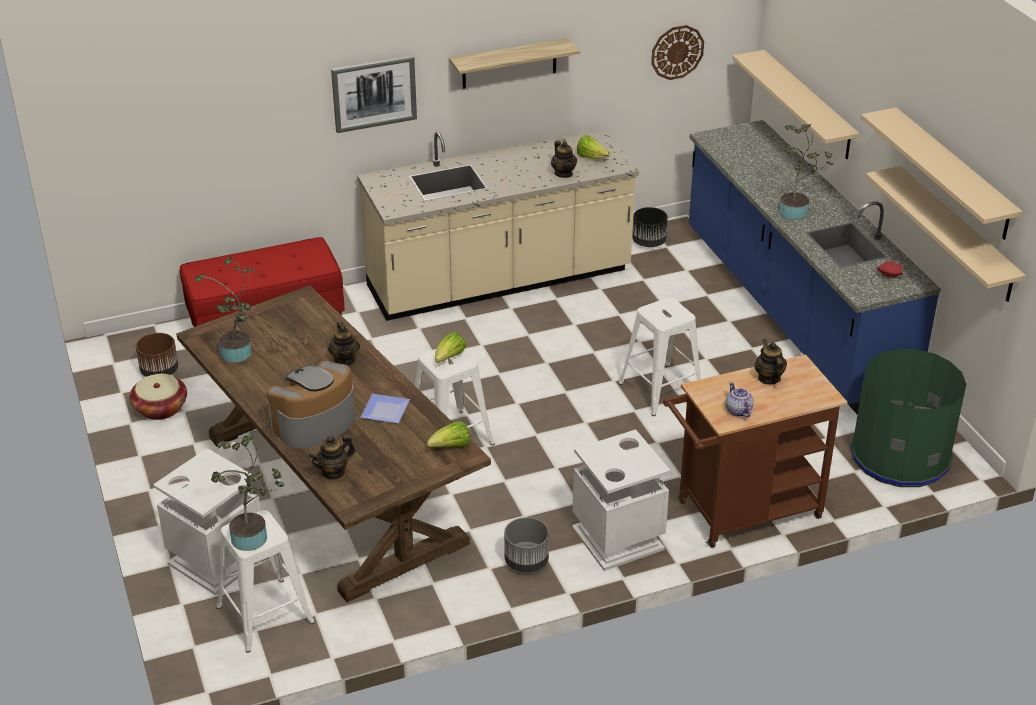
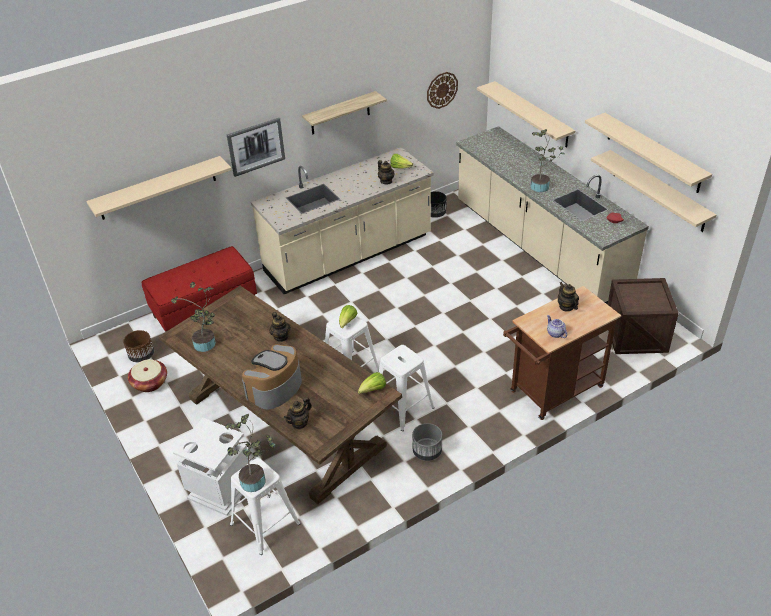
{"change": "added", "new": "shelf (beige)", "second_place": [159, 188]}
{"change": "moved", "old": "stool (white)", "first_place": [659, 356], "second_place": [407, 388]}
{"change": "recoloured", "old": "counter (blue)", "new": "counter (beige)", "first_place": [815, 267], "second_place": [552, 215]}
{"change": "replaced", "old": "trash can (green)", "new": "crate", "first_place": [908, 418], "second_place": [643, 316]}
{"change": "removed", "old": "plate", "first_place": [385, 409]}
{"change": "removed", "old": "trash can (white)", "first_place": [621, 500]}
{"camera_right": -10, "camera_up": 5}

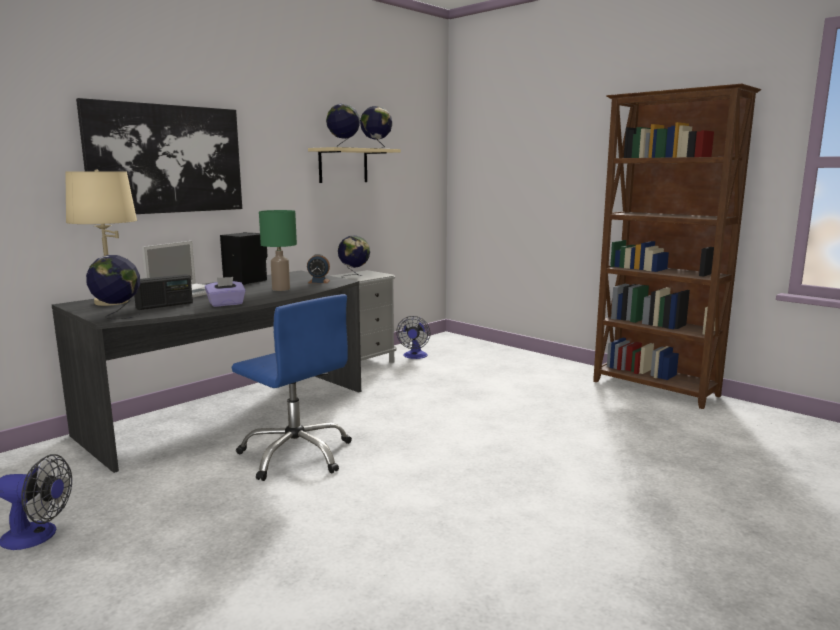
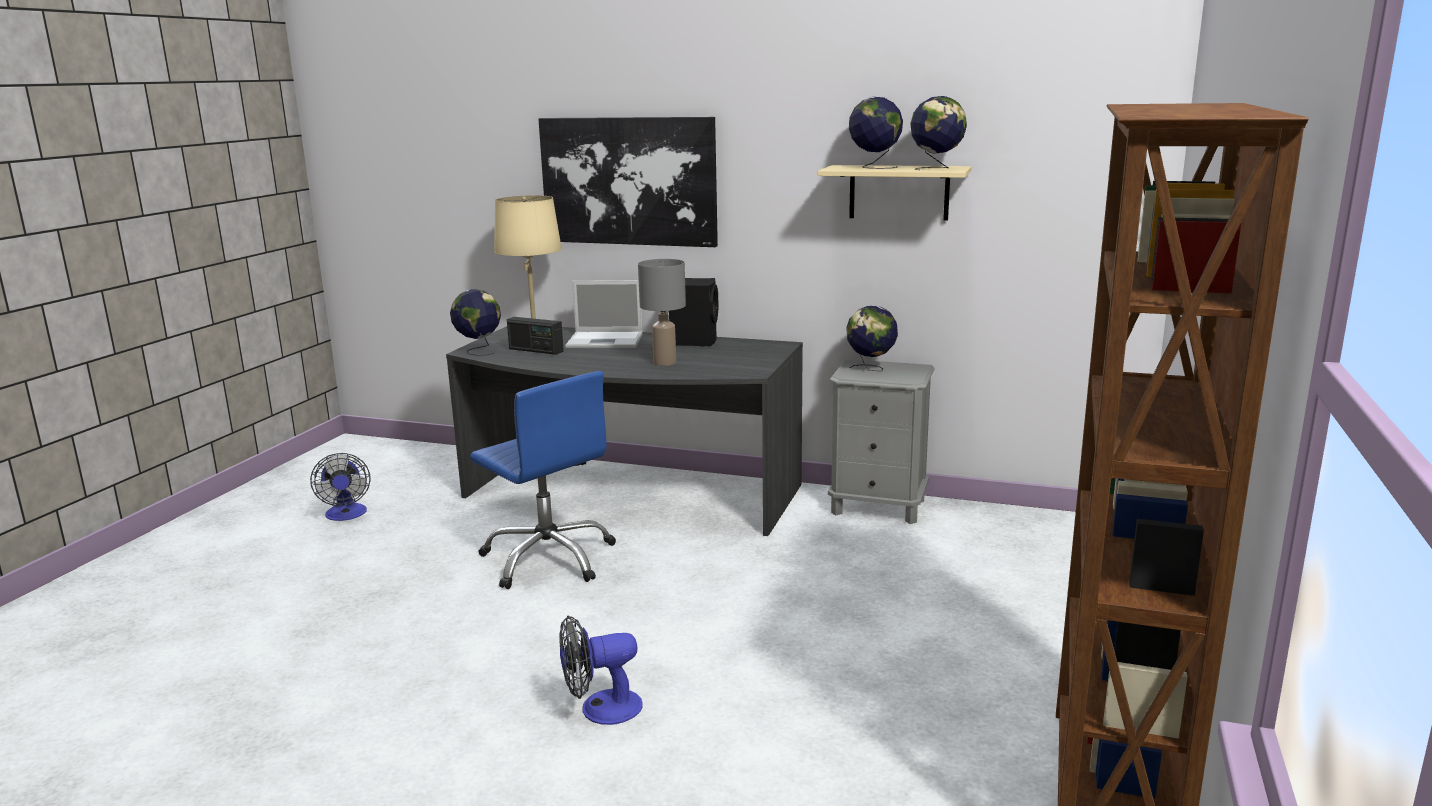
{"change": "turned", "old": "office chair (blue)", "first_place": [292, 387], "second_place": [543, 480], "degrees": -60}
{"change": "moved", "old": "fan", "first_place": [413, 337], "second_place": [601, 670]}
{"change": "recoloured", "old": "table lamp (green)", "new": "table lamp (grey)", "first_place": [278, 250], "second_place": [662, 312]}
{"change": "removed", "old": "tissue box (purple)", "first_place": [225, 292]}
{"change": "removed", "old": "alarm clock", "first_place": [318, 268]}
{"camera_right": 65, "camera_up": 5}

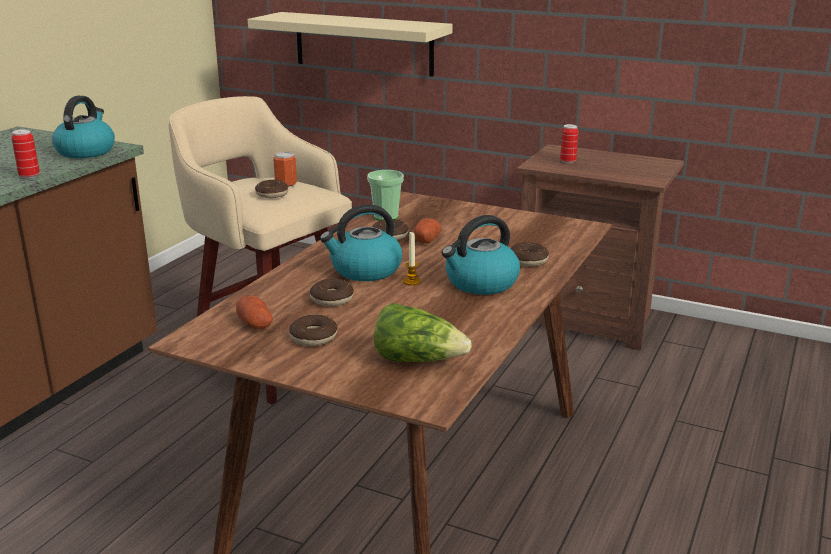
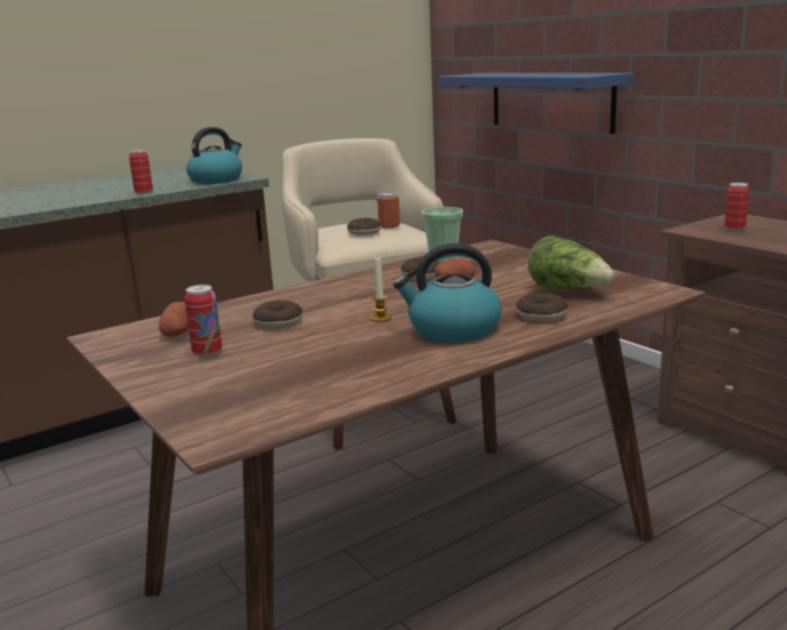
{"change": "replaced", "old": "donut", "new": "can", "first_place": [313, 330], "second_place": [203, 321]}
{"change": "recoloured", "old": "shelf (beige)", "new": "shelf (blue)", "first_place": [350, 44], "second_place": [536, 103]}
{"change": "moved", "old": "lettuce", "first_place": [423, 332], "second_place": [571, 262]}
{"change": "removed", "old": "kettle", "first_place": [361, 242]}
{"camera_right": 30, "camera_up": -5}

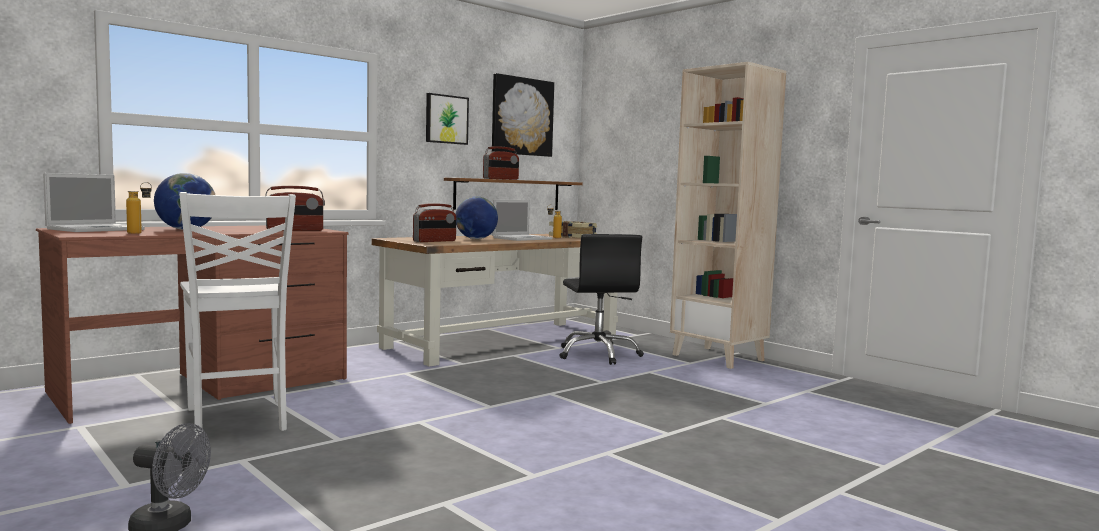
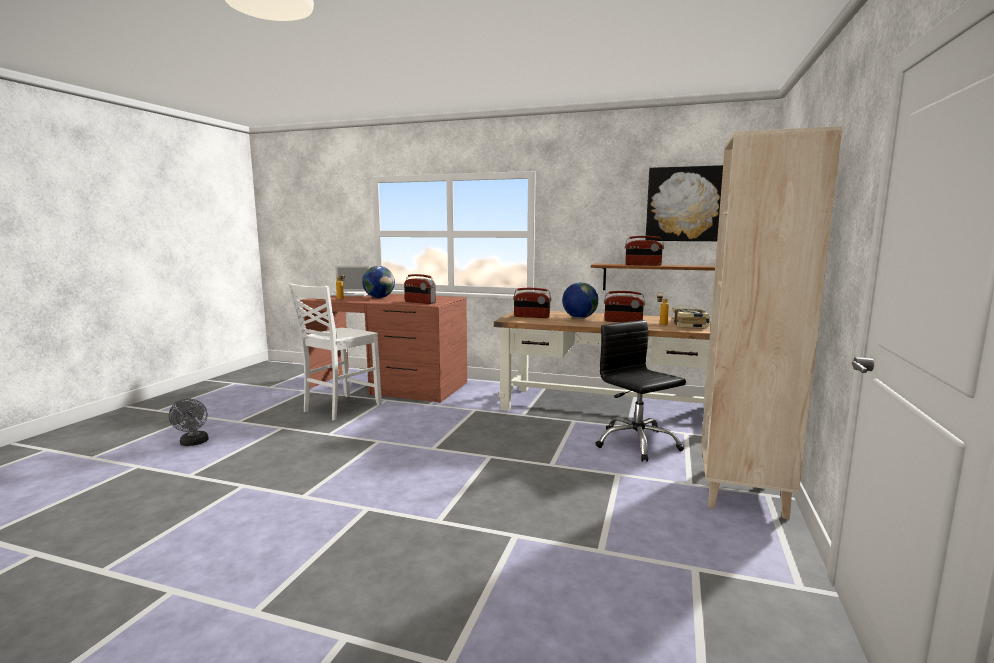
{"change": "turned", "old": "office chair (black)", "first_place": [601, 299], "second_place": [640, 391], "degrees": 105}
{"change": "replaced", "old": "laptop", "new": "radio", "first_place": [522, 220], "second_place": [624, 306]}
{"change": "removed", "old": "picture", "first_place": [447, 119]}
{"camera_right": 60, "camera_up": 5}

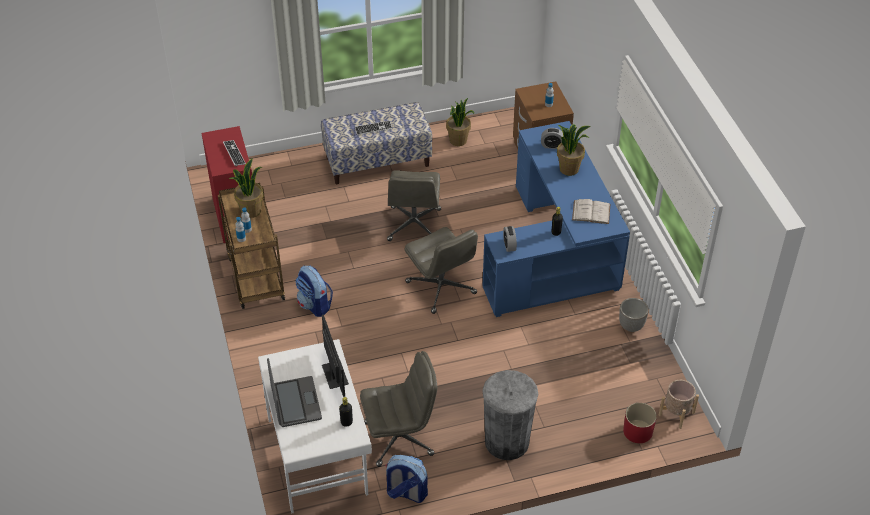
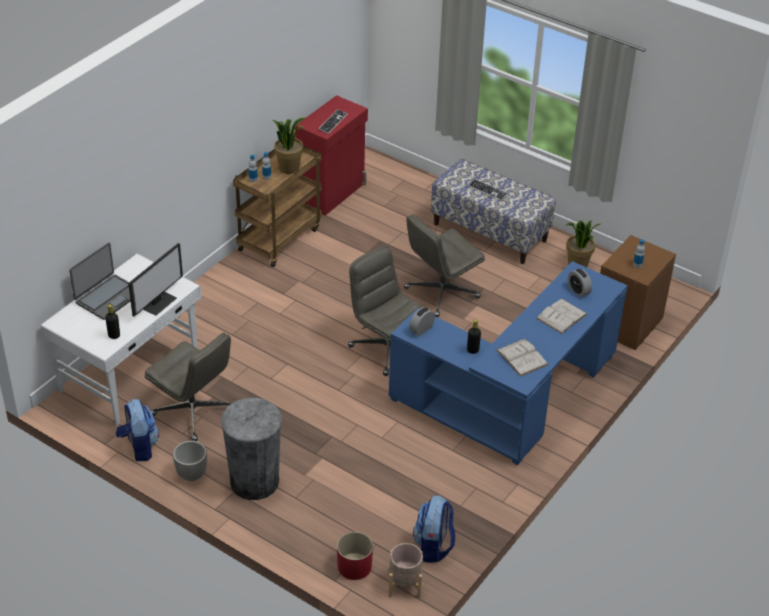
{"change": "moved", "old": "planter", "first_place": [634, 315], "second_place": [190, 461]}
{"change": "turned", "old": "office chair (grey)", "first_place": [441, 270], "second_place": [385, 311], "degrees": 120}
{"change": "moved", "old": "backpack", "first_place": [314, 291], "second_place": [434, 529]}
{"change": "replaced", "old": "potted plant", "new": "book (white)", "first_place": [574, 150], "second_place": [561, 316]}
{"camera_right": 50, "camera_up": -5}

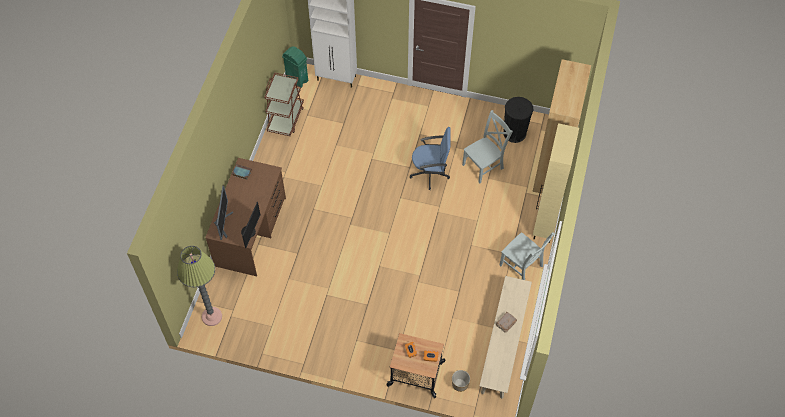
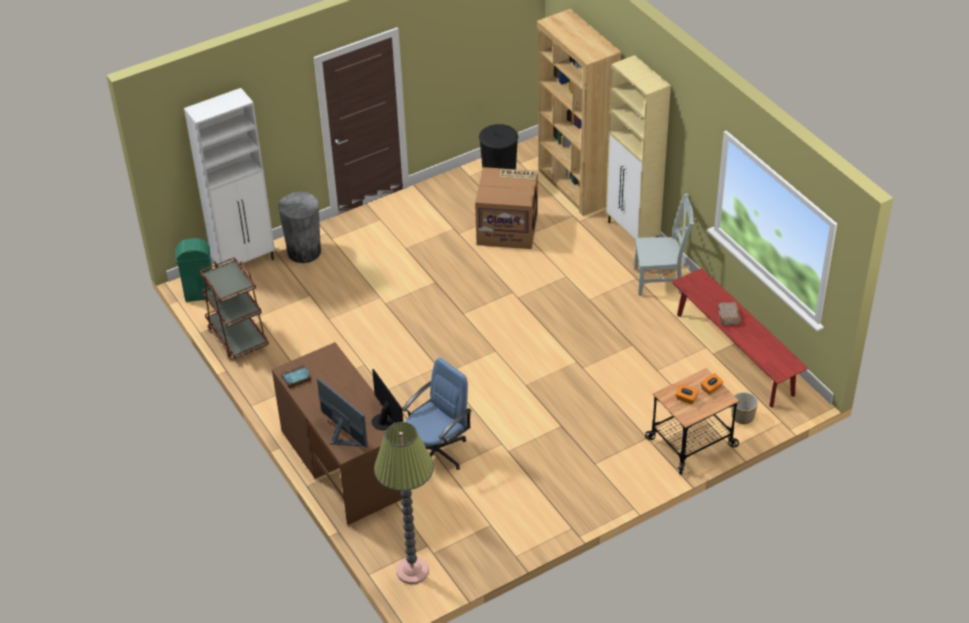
{"change": "added", "new": "trash can (grey)", "second_place": [299, 227]}
{"change": "moved", "old": "office chair (blue)", "first_place": [430, 158], "second_place": [437, 413]}
{"change": "replaced", "old": "chair (grey)", "new": "cardboard box", "first_place": [487, 147], "second_place": [506, 208]}
{"change": "recoloured", "old": "bench (beige)", "new": "bench (red)", "first_place": [505, 337], "second_place": [740, 338]}
{"camera_right": -45, "camera_up": -15}

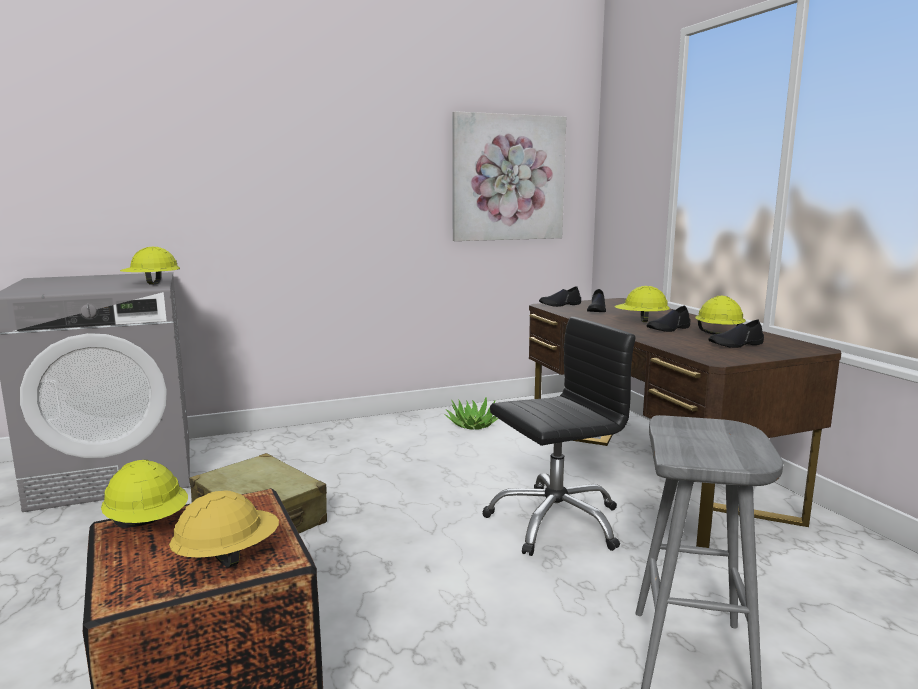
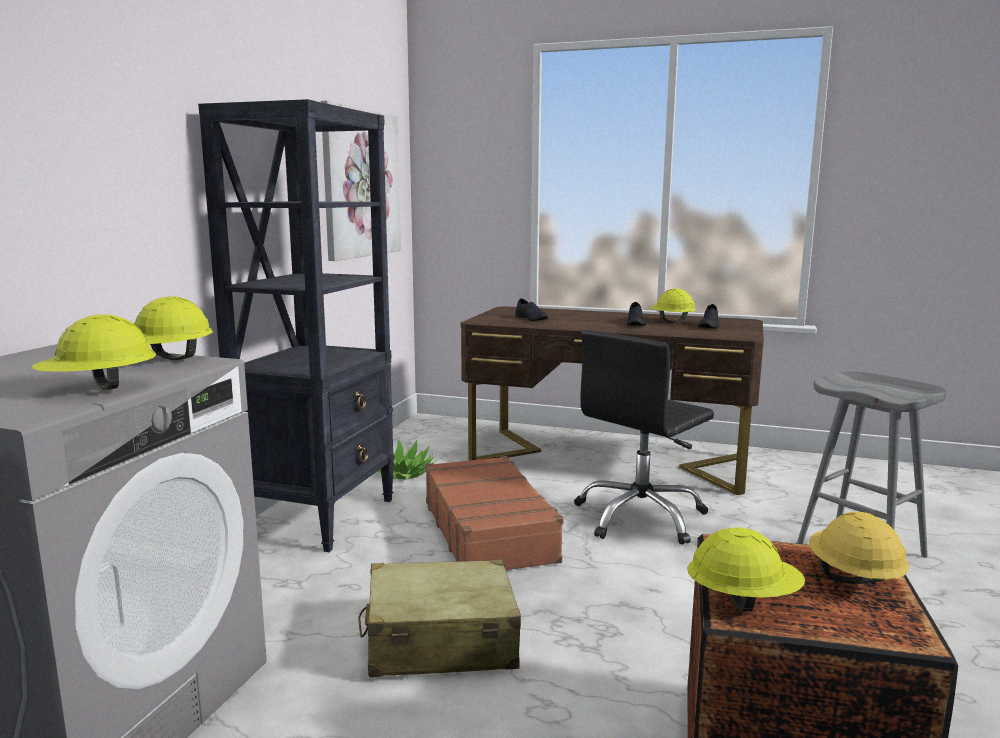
{"change": "moved", "old": "hard hat (yellow)", "first_place": [642, 304], "second_place": [94, 352]}
{"change": "added", "new": "bookcase (black)", "second_place": [296, 325]}
{"change": "added", "new": "suitcase (brown)", "second_place": [494, 513]}
{"change": "turned", "old": "office chair (black)", "first_place": [558, 436], "second_place": [644, 437], "degrees": -150}
{"change": "removed", "old": "shoe (black)", "first_place": [560, 296]}
{"camera_right": -50, "camera_up": 0}

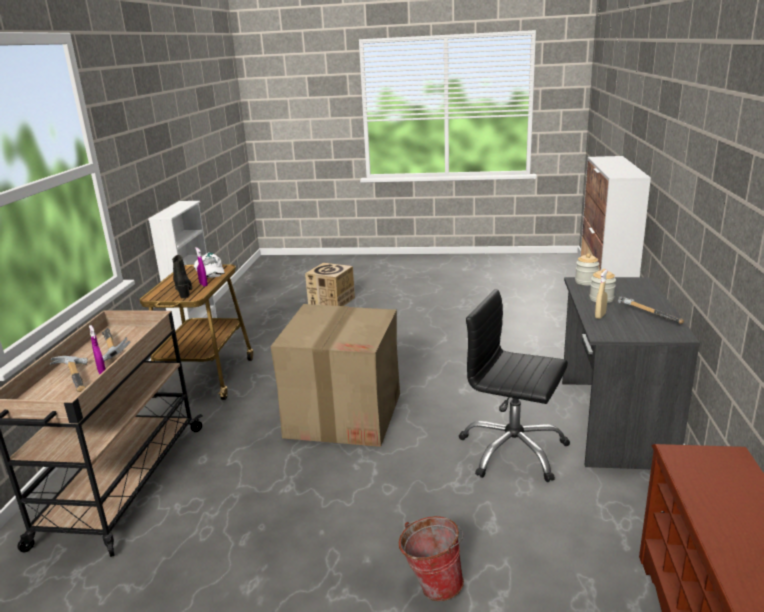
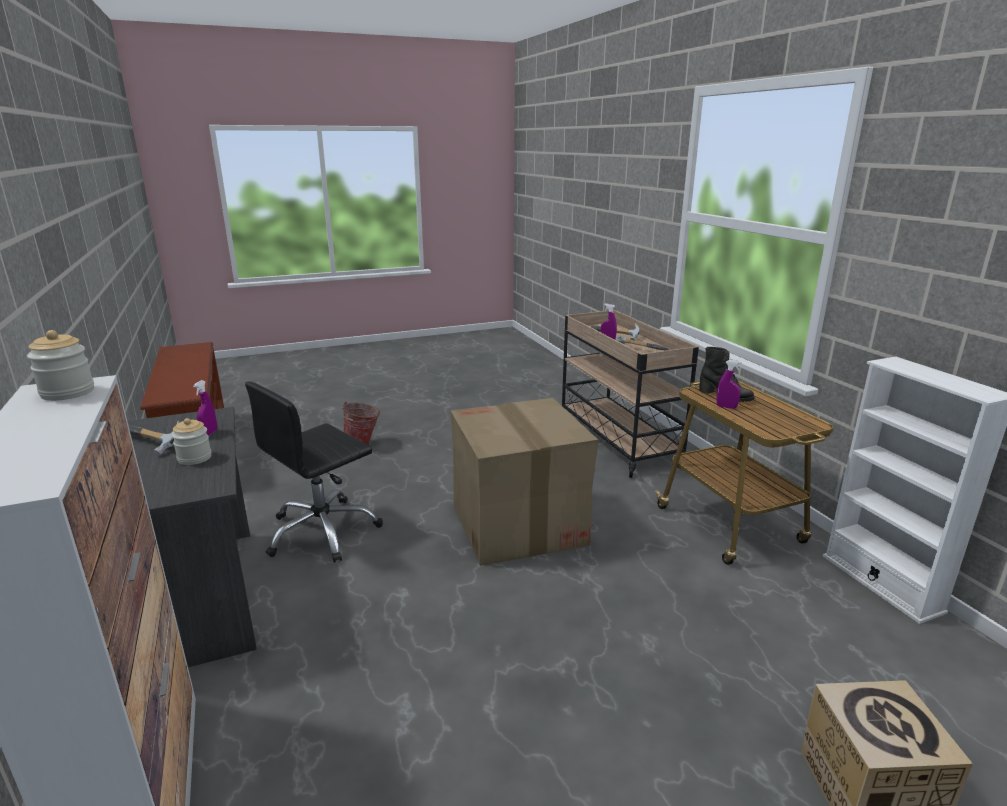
{"change": "moved", "old": "jar", "first_place": [587, 269], "second_place": [60, 365]}
{"change": "recoloured", "old": "spray bottle (beige)", "new": "spray bottle (purple)", "first_place": [601, 294], "second_place": [205, 408]}
{"change": "turned", "old": "office chair (black)", "first_place": [514, 385], "second_place": [314, 472], "degrees": 135}
{"change": "removed", "old": "cap (white)", "first_place": [209, 265]}
{"camera_right": 150, "camera_up": 0}

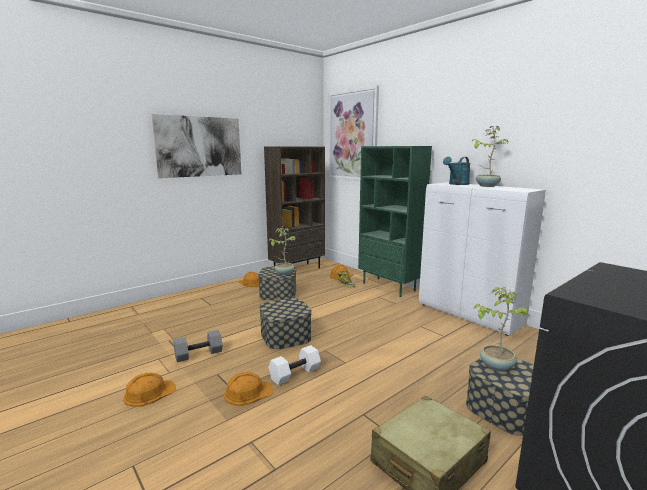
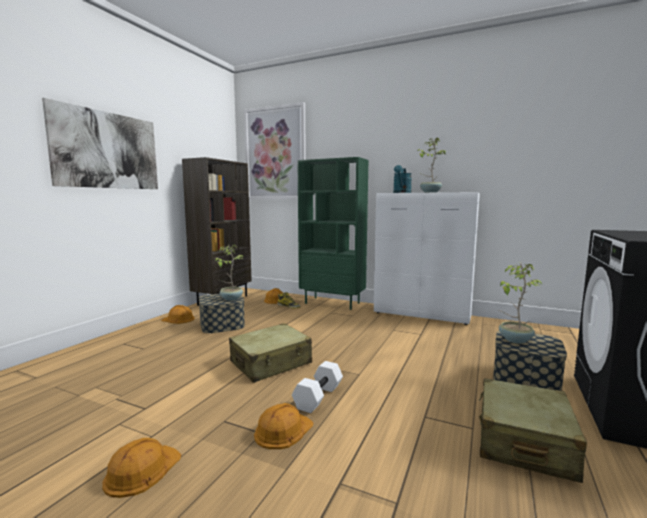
{"change": "replaced", "old": "storage box", "new": "suitcase (beige)", "first_place": [285, 323], "second_place": [270, 353]}
{"change": "removed", "old": "dumbbell (grey)", "first_place": [198, 346]}
{"camera_right": -25, "camera_up": -5}

